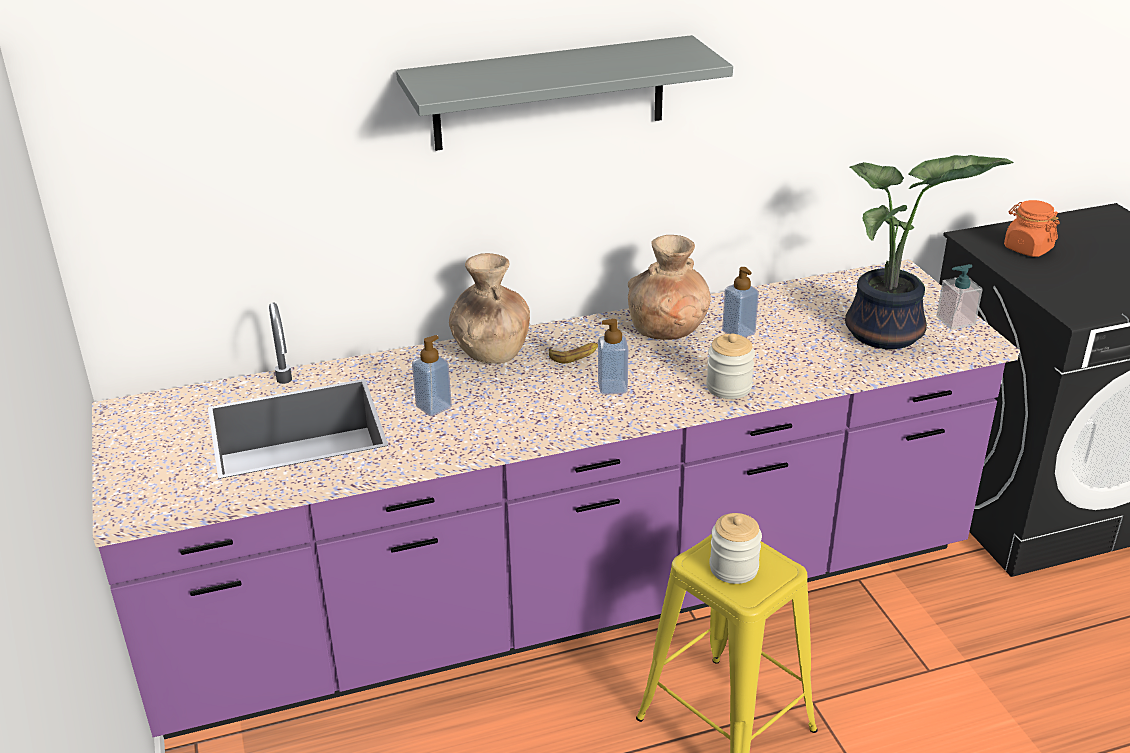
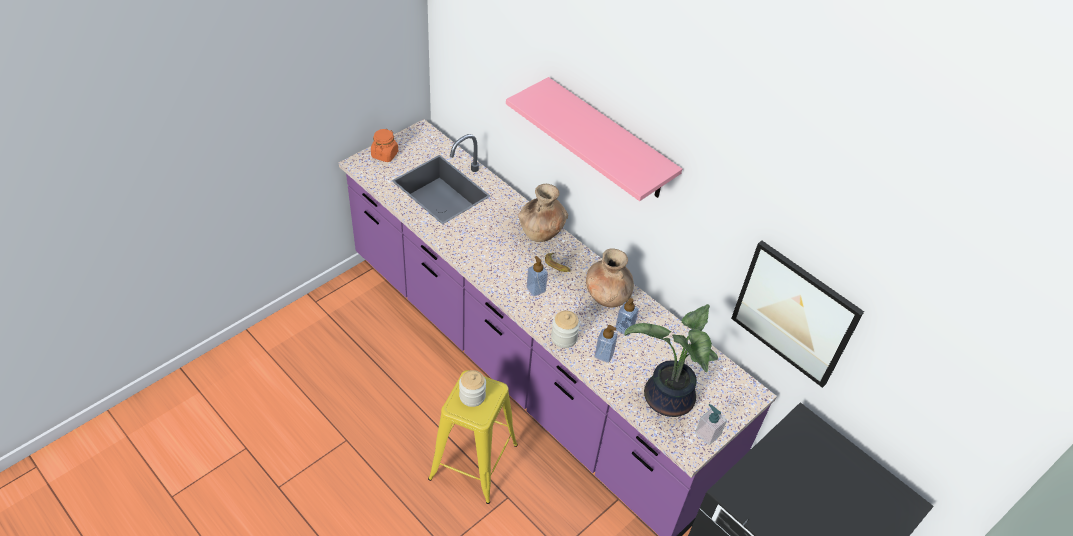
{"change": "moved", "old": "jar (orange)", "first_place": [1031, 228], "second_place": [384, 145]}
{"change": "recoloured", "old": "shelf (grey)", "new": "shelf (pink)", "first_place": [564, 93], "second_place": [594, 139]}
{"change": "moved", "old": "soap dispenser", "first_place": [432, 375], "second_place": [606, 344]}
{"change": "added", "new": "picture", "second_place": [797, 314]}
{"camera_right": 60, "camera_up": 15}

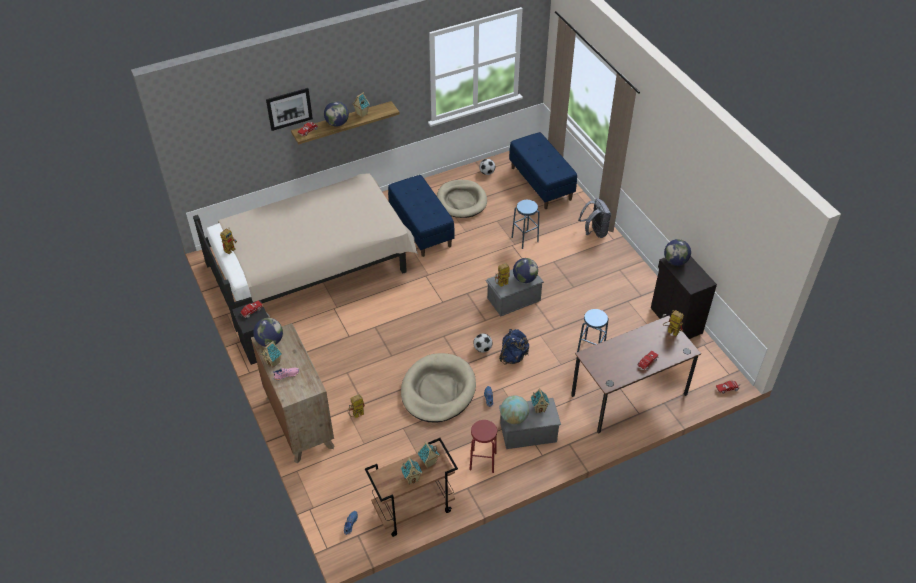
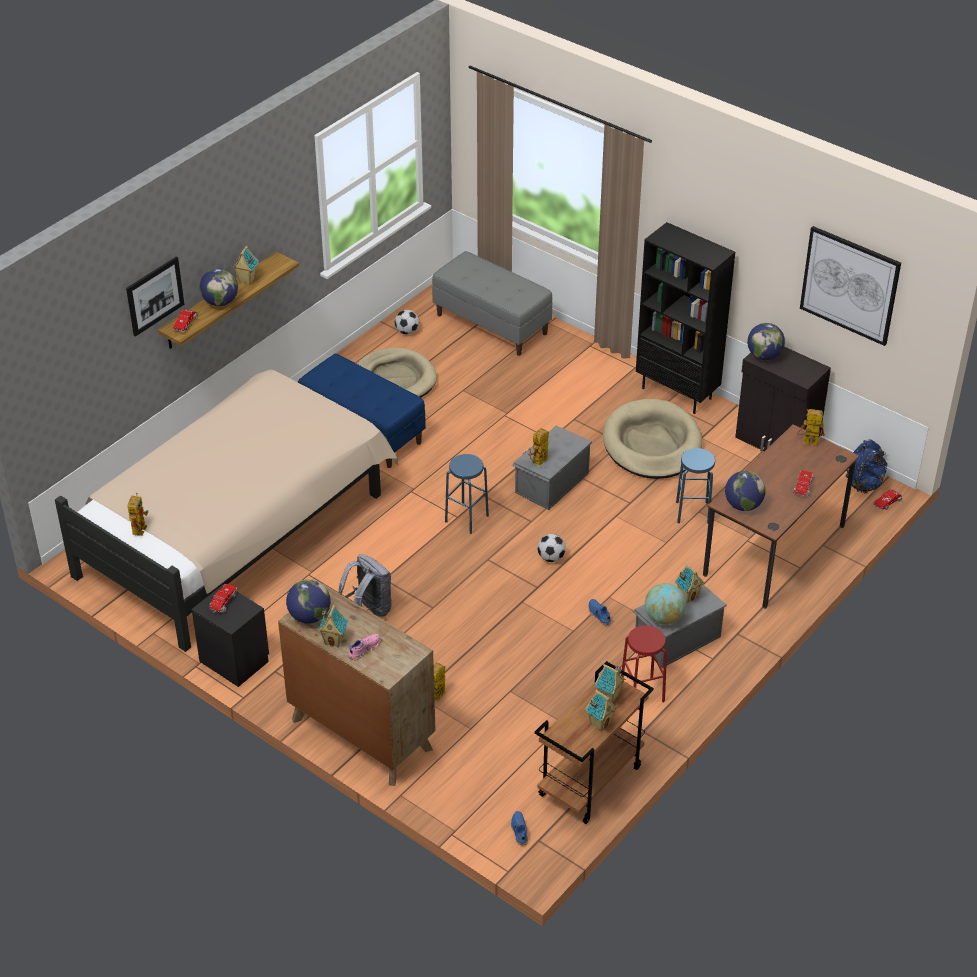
{"change": "moved", "old": "backpack (grey)", "first_place": [594, 218], "second_place": [365, 585]}
{"change": "recoloured", "old": "bench (blue)", "new": "bench (grey)", "first_place": [543, 170], "second_place": [492, 303]}
{"change": "moved", "old": "stool (blue)", "first_place": [525, 224], "second_place": [467, 494]}
{"change": "moved", "old": "dog bed (beige)", "first_place": [438, 388], "second_place": [652, 439]}
{"change": "added", "new": "bookcase (black)", "second_place": [685, 318]}
{"change": "moved", "old": "globe", "first_place": [525, 270], "second_place": [745, 491]}
{"change": "added", "new": "picture", "second_place": [850, 286]}
{"change": "moved", "old": "backpack (blue)", "first_place": [514, 346], "second_place": [866, 467]}
{"camera_right": -25, "camera_up": -5}

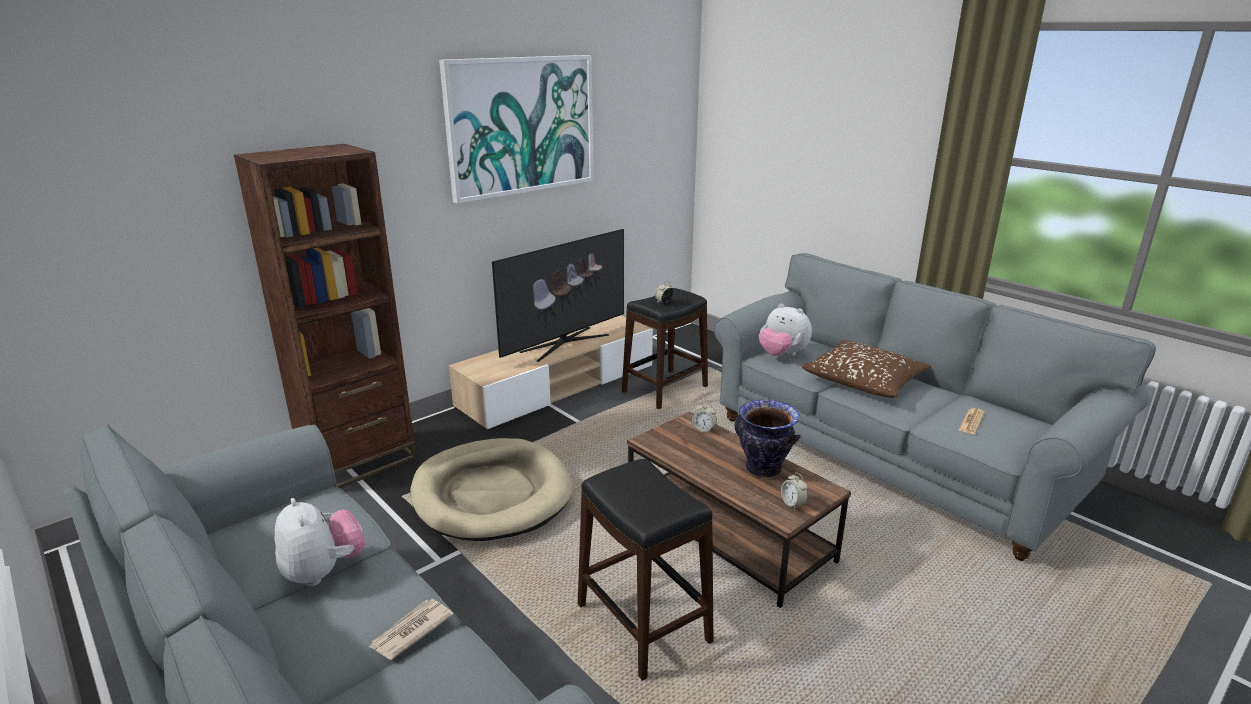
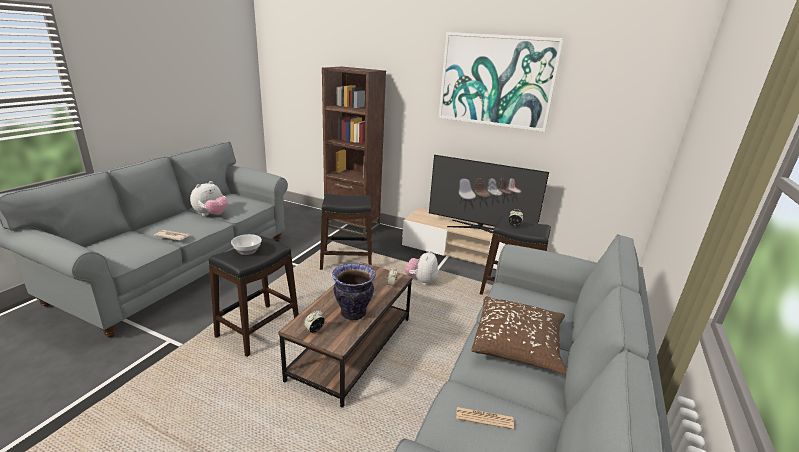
{"change": "added", "new": "bowl", "second_place": [246, 244]}
{"change": "replaced", "old": "dog bed (beige)", "new": "stool (black)", "first_place": [491, 489], "second_place": [346, 232]}
{"change": "moved", "old": "plush toy", "first_place": [785, 330], "second_place": [421, 267]}
{"camera_right": 65, "camera_up": 0}

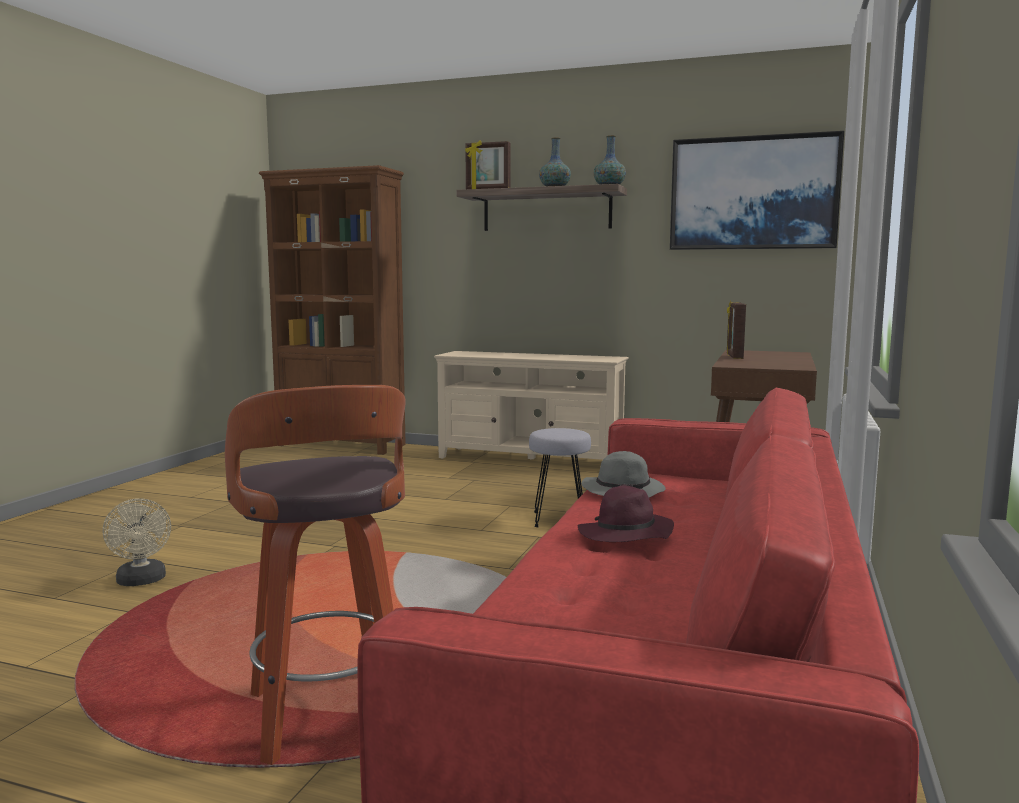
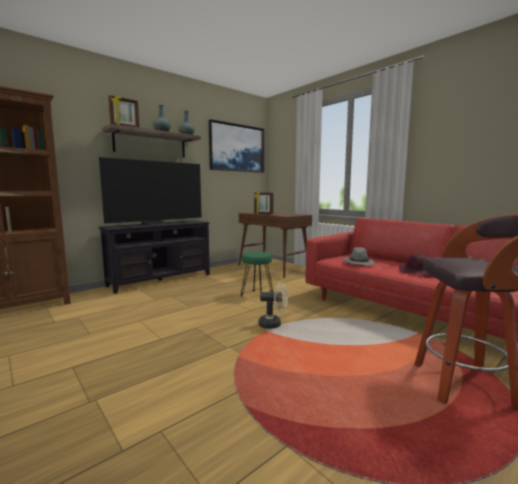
{"change": "recoloured", "old": "tv stand (beige)", "new": "tv stand (black)", "first_place": [531, 405], "second_place": [154, 257]}
{"change": "added", "new": "television", "second_place": [150, 191]}
{"change": "recoloured", "old": "stool (grey)", "new": "stool (green)", "first_place": [560, 477], "second_place": [257, 276]}
{"change": "moved", "old": "fan (beige)", "first_place": [137, 542], "second_place": [273, 305]}
{"camera_right": -60, "camera_up": 0}

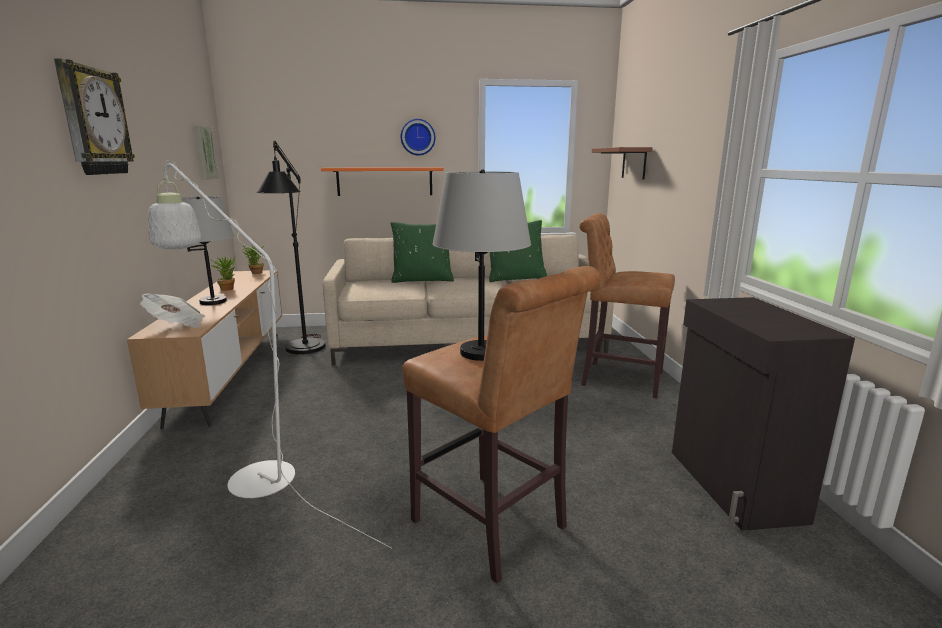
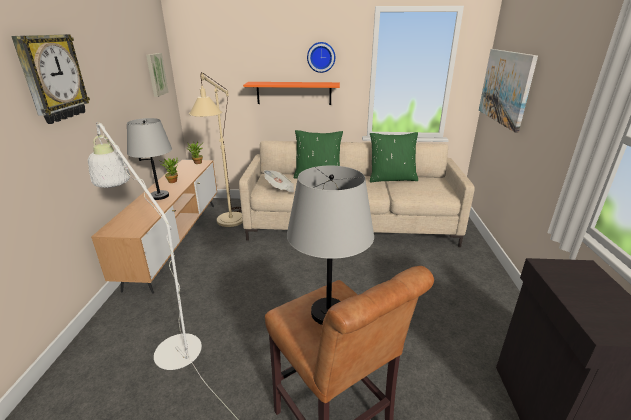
{"change": "recoloured", "old": "floor lamp (black)", "new": "floor lamp (beige)", "first_place": [291, 247], "second_place": [216, 149]}
{"change": "moved", "old": "newspaper", "first_place": [172, 311], "second_place": [278, 181]}
{"change": "replaced", "old": "shelf (brown)", "new": "picture", "first_place": [622, 163], "second_place": [508, 90]}
{"change": "removed", "old": "stool (brown)", "first_place": [627, 306]}
{"camera_right": 10, "camera_up": 10}

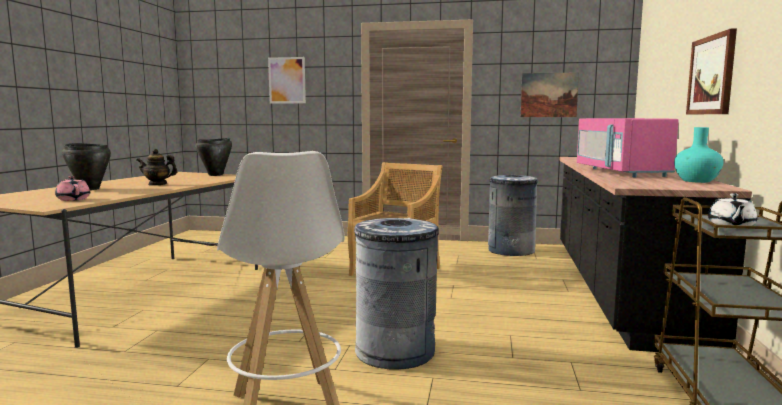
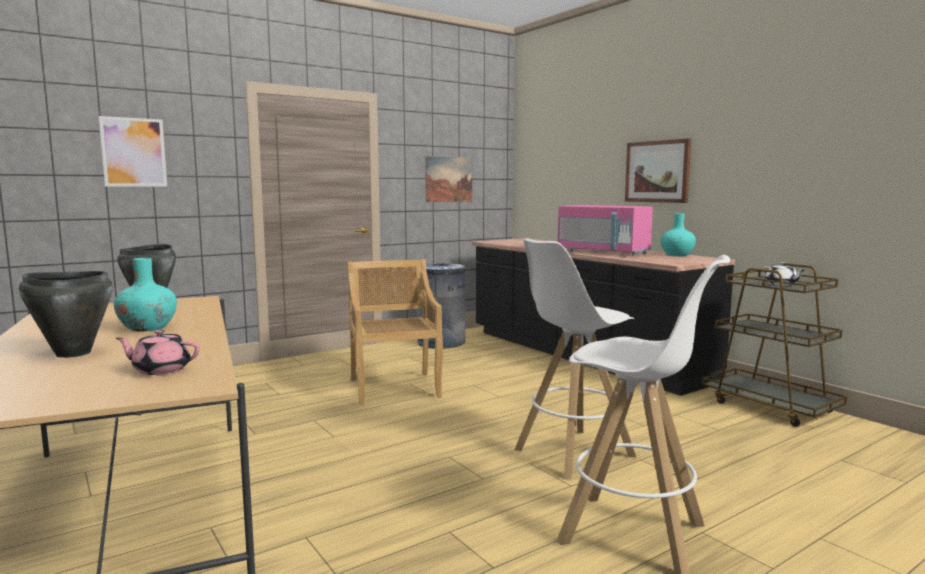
{"change": "replaced", "old": "teapot", "new": "vase (turquoise)", "first_place": [157, 167], "second_place": [145, 295]}
{"change": "replaced", "old": "trash can (grey)", "new": "stool (white)", "first_place": [396, 294], "second_place": [575, 359]}
{"camera_right": -45, "camera_up": 0}

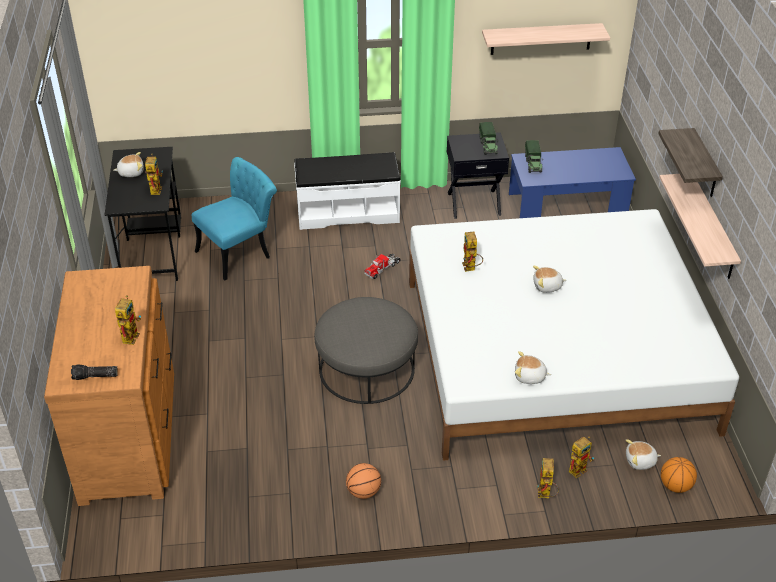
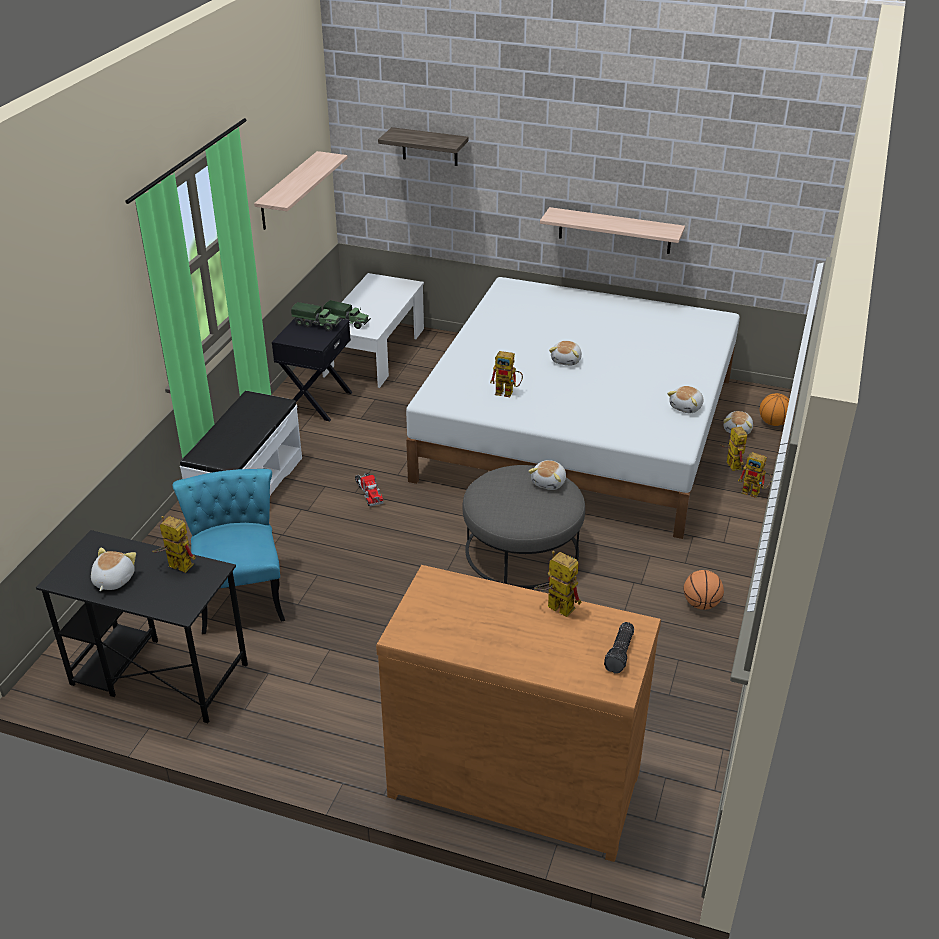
{"change": "recoloured", "old": "coffee table (blue)", "new": "coffee table (white)", "first_place": [572, 182], "second_place": [373, 330]}
{"change": "moved", "old": "shelf", "first_place": [690, 162], "second_place": [423, 146]}
{"change": "added", "new": "plush toy", "second_place": [547, 475]}
{"camera_right": -65, "camera_up": -5}

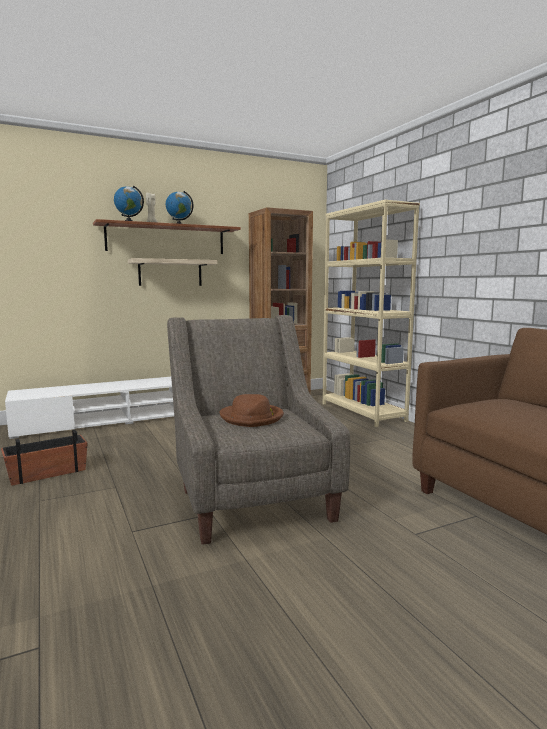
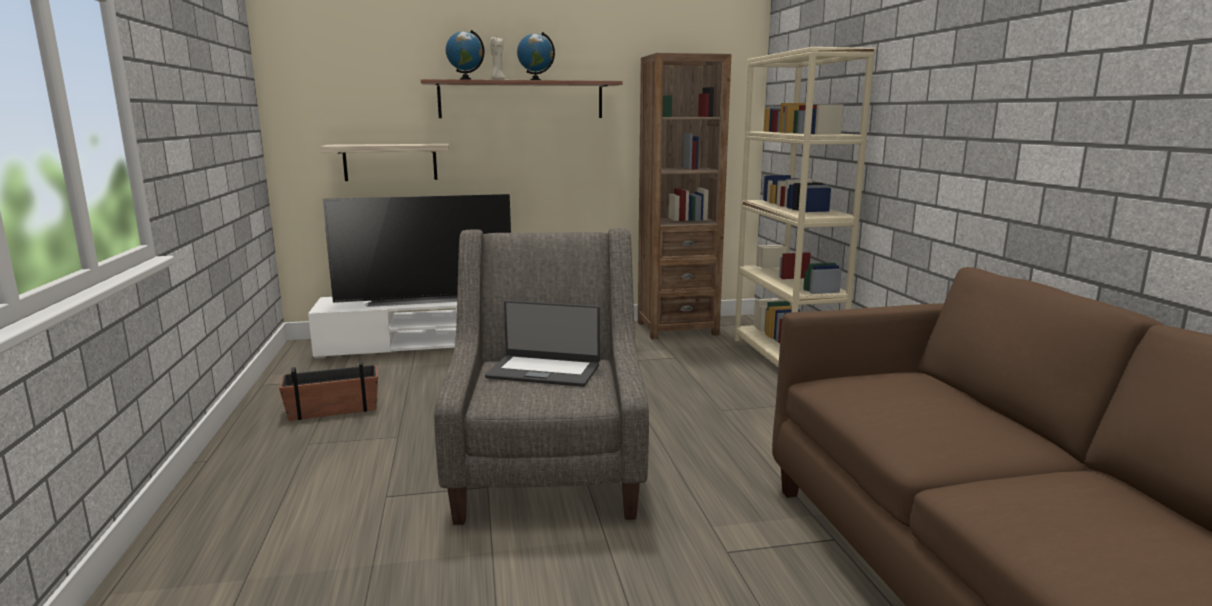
{"change": "moved", "old": "shelf", "first_place": [173, 272], "second_place": [385, 162]}
{"change": "added", "new": "television", "second_place": [416, 250]}
{"change": "replaced", "old": "hat (brown)", "new": "laptop", "first_place": [252, 410], "second_place": [542, 343]}
{"camera_right": 15, "camera_up": 5}

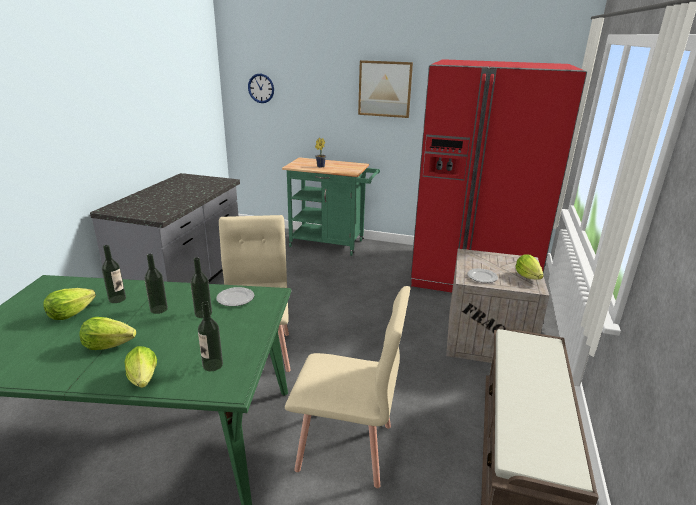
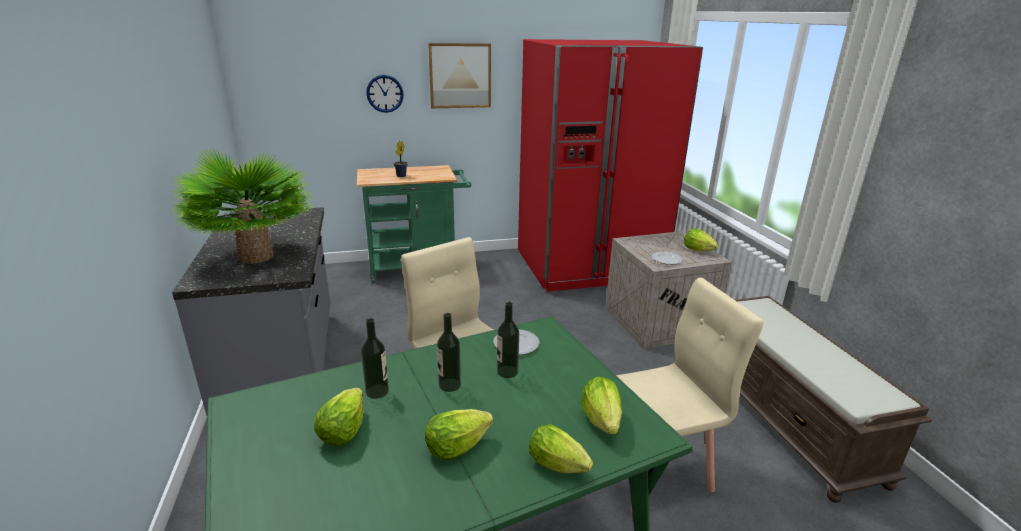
{"change": "added", "new": "potted plant", "second_place": [241, 206]}
{"change": "moved", "old": "wall clock", "first_place": [261, 88], "second_place": [385, 94]}
{"change": "replaced", "old": "bottle", "new": "lettuce", "first_place": [210, 336], "second_place": [601, 406]}
{"camera_right": -30, "camera_up": 0}

